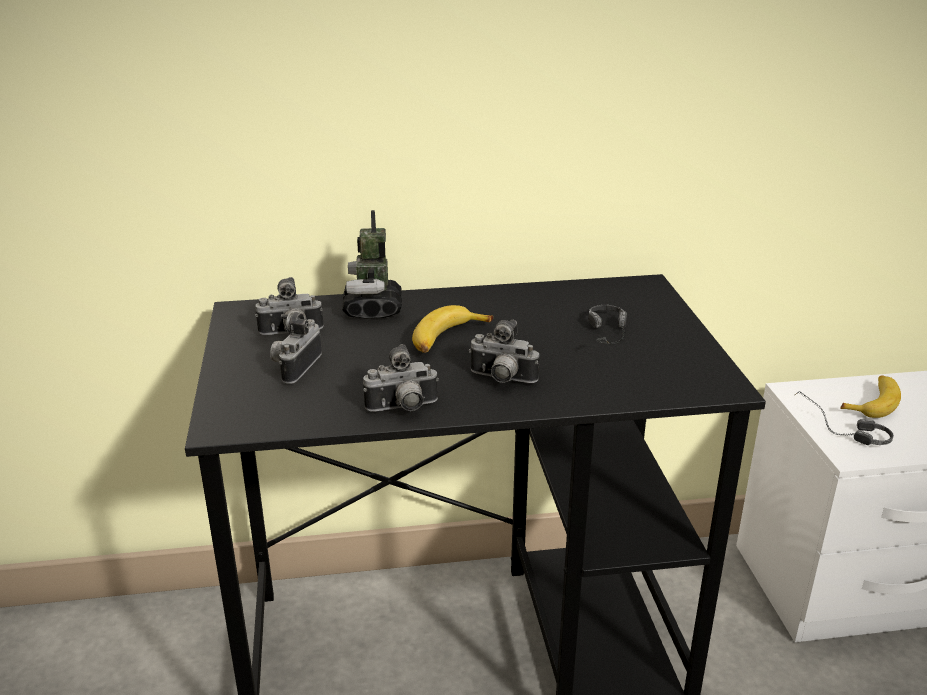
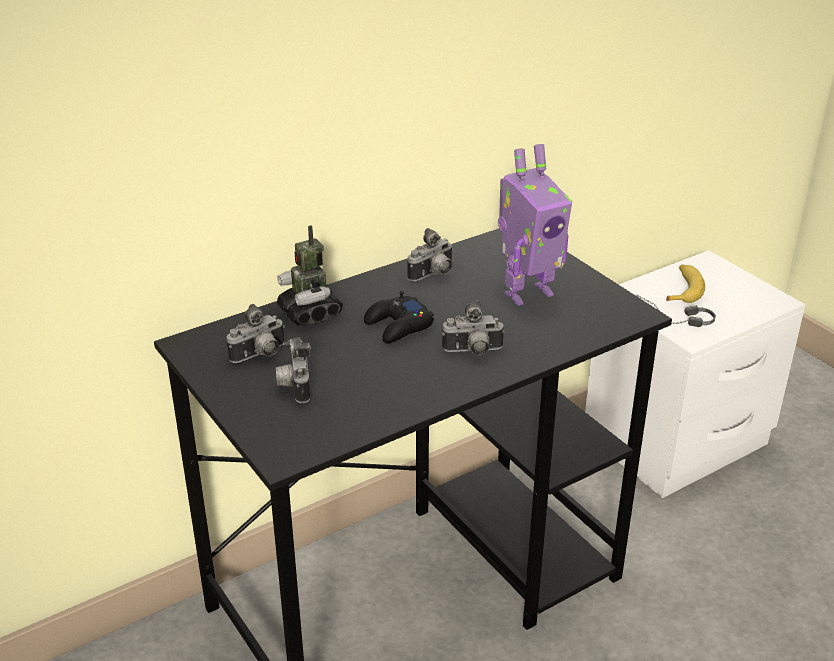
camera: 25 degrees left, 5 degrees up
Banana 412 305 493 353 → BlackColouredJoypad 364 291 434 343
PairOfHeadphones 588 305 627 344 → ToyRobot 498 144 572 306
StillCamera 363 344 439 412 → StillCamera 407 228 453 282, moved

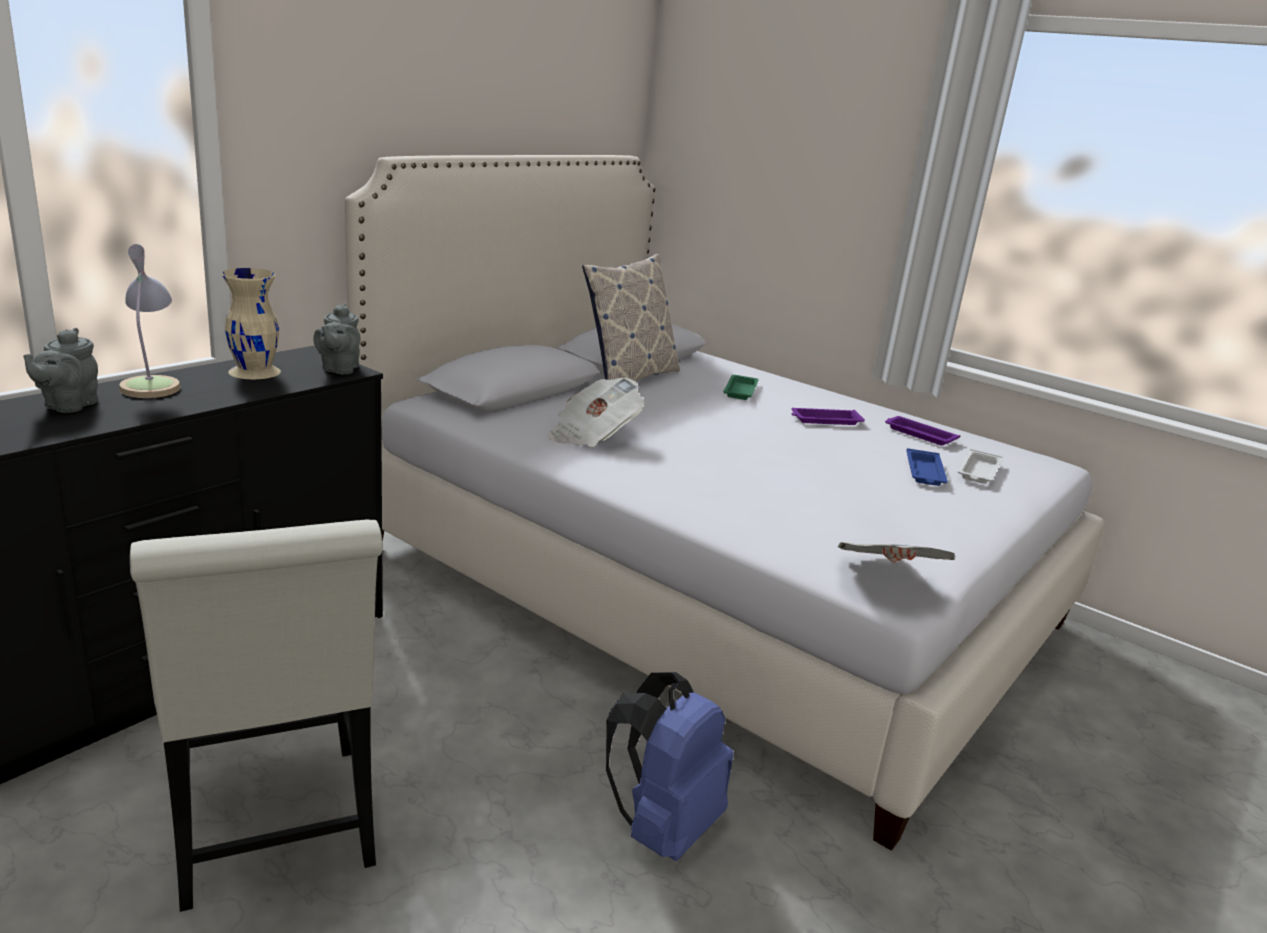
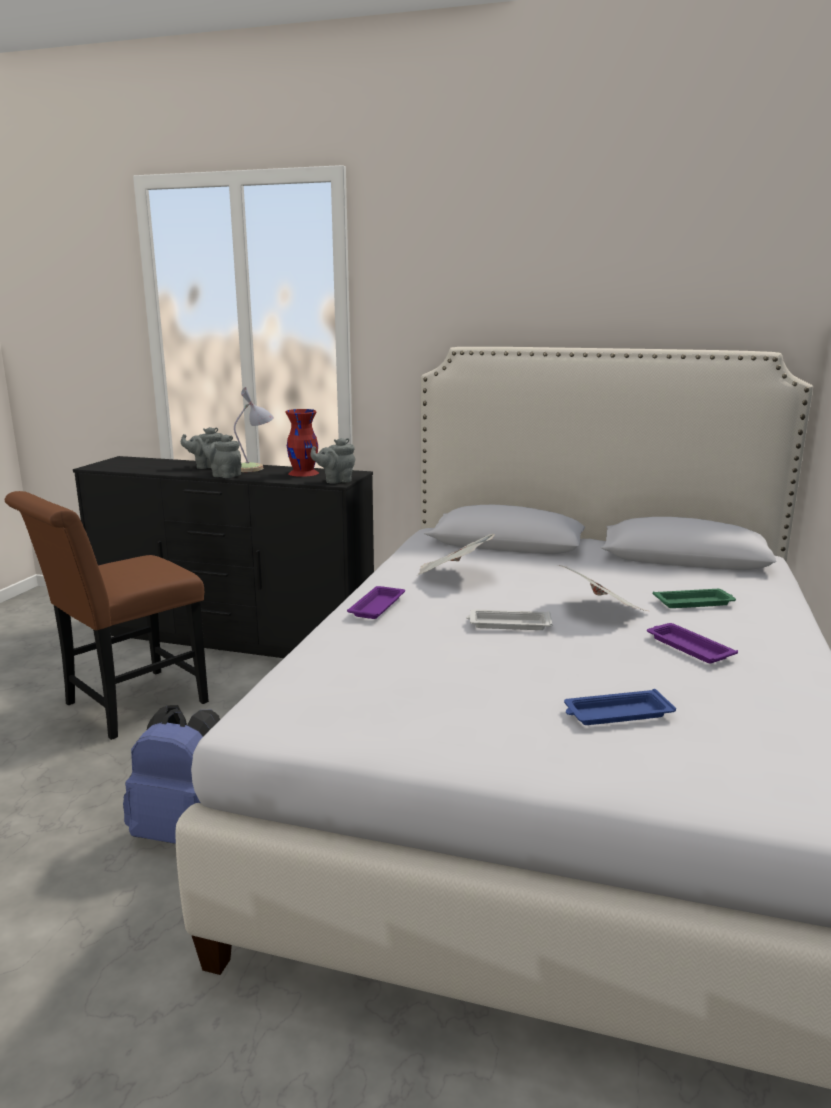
camera: 70 degrees right, 5 degrees down
Pillow 582 254 680 381 → -
BeigeColouredFlowerVase 222 268 281 379 → ReddishFlowerVase 285 409 319 477
PurpleTray 885 416 961 446 → PurpleTray 347 586 405 619, moved
WhiteTray 958 449 1003 484 → WhiteTray 466 609 553 630, moved
WhiteChair 130 519 383 912 → BrownChair 5 491 209 740
DailyPaper 838 542 955 563 → DailyPaper 558 565 648 611, moved
- → GreyTeaPot 202 434 242 478

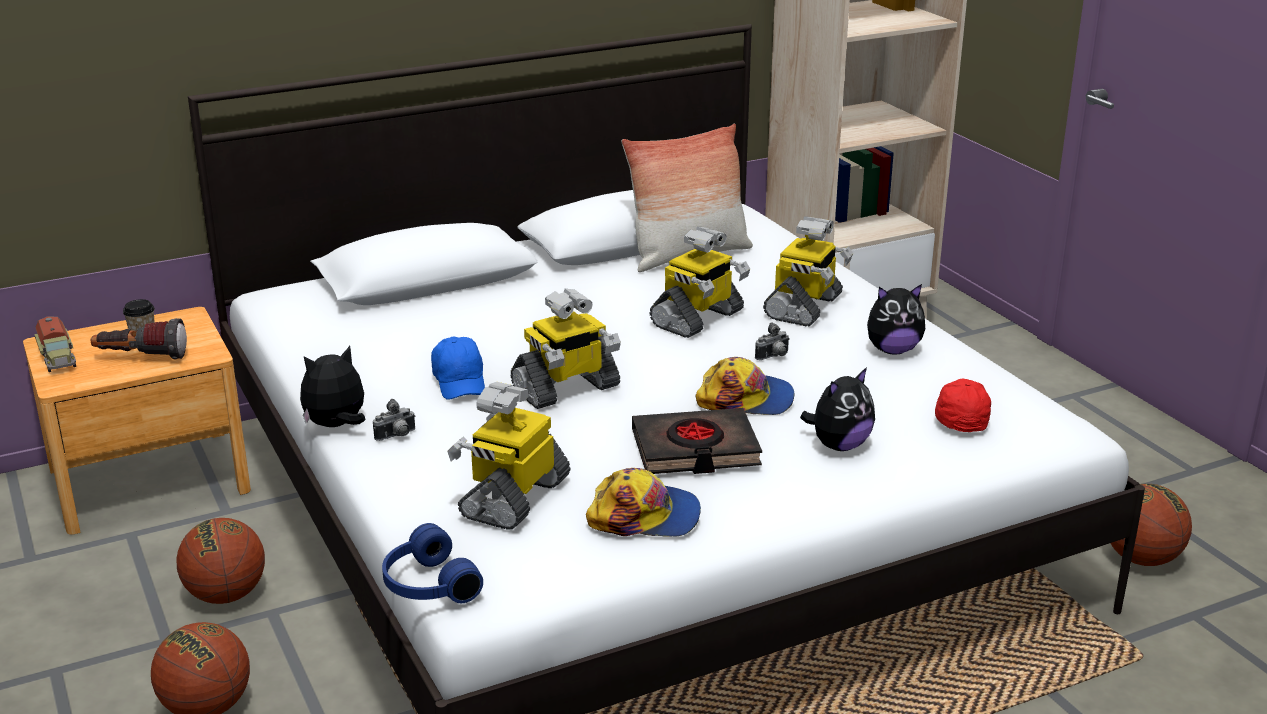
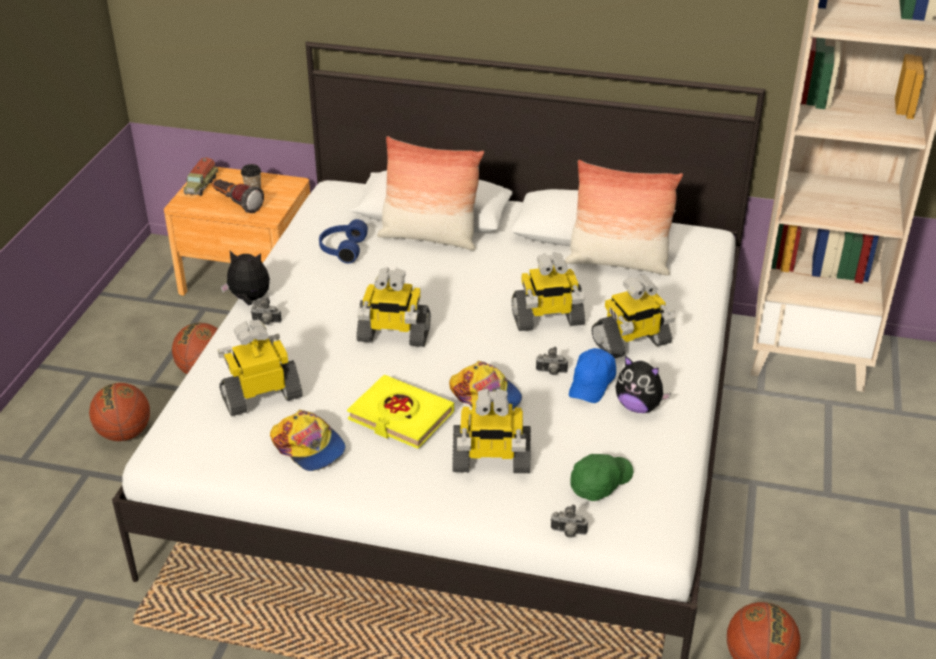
camera: 40 degrees right, 10 degrees up
BluePeakedCap 431 336 485 400 → BluePeakedCap 569 348 616 403, moved
PlushToy 800 367 875 451 → ToyRobot 452 389 531 473
ReddishPeakedCap 935 379 991 432 → GreenPeakedCap 570 454 633 501
BlackColouredBook 632 408 762 474 → YellowBook 347 375 454 449
BluePairOfHeadphones 382 523 483 603 → BluePairOfHeadphones 319 219 368 264, moved
- → Pillow 377 136 484 250
- → StillCamera 551 505 588 538

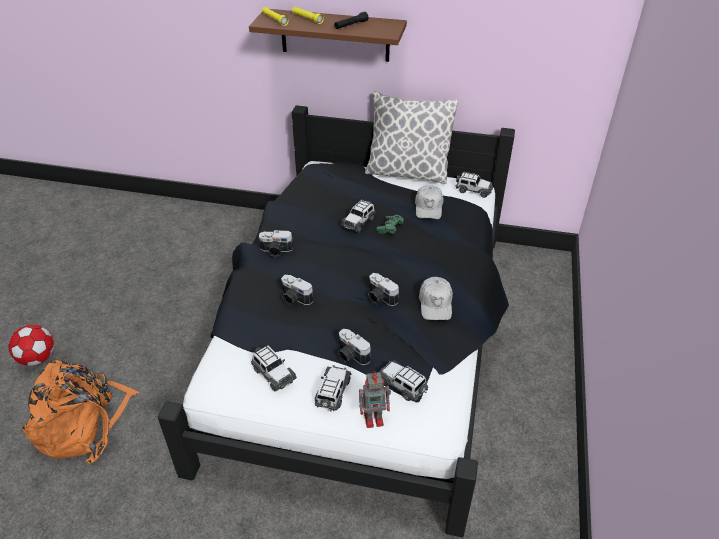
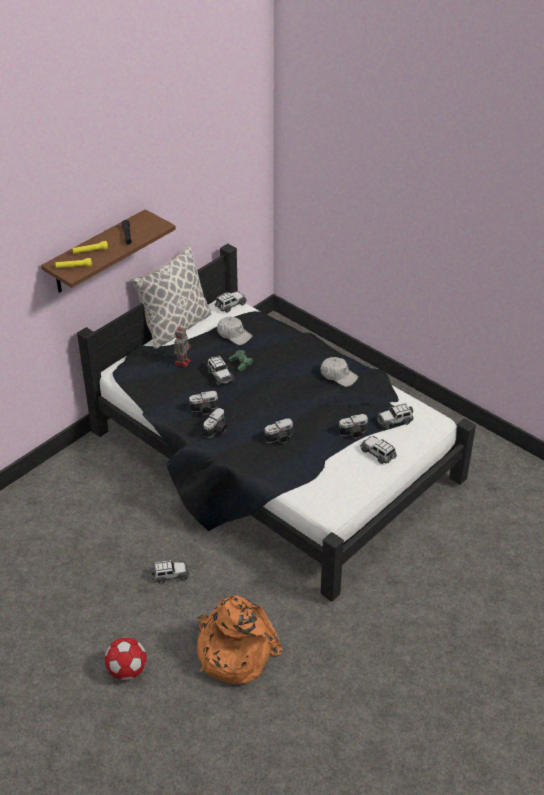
camera: 60 degrees left, 0 degrees up
StillCamera 368 273 399 306 → StillCamera 189 391 218 415, moved
ToyCar 251 345 297 391 → ToyCar 151 560 189 584, moved
ToyRobot 359 371 391 428 → ToyRobot 174 325 191 367, moved

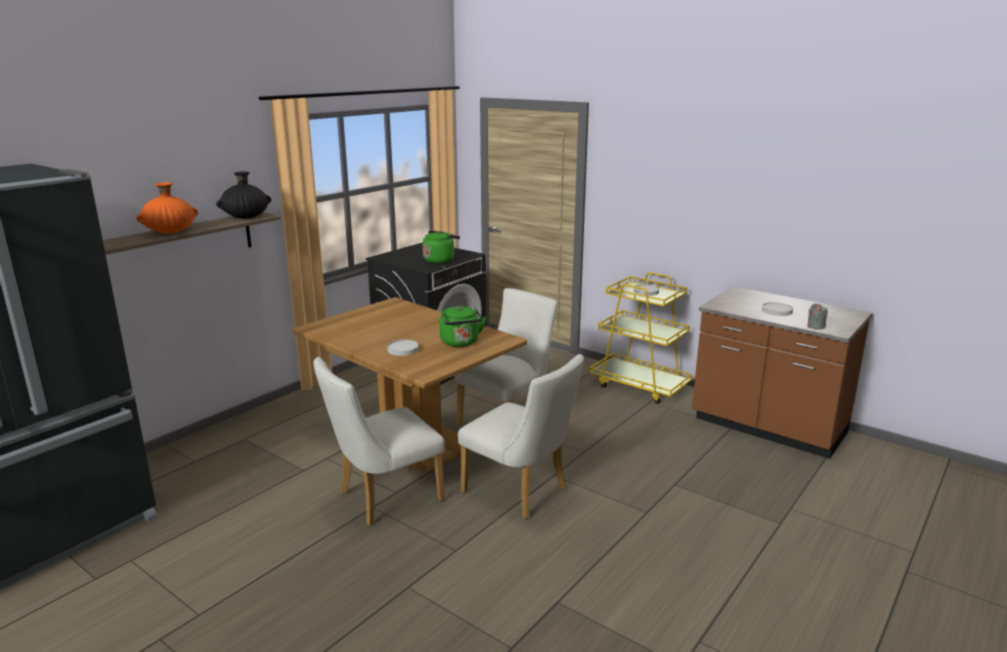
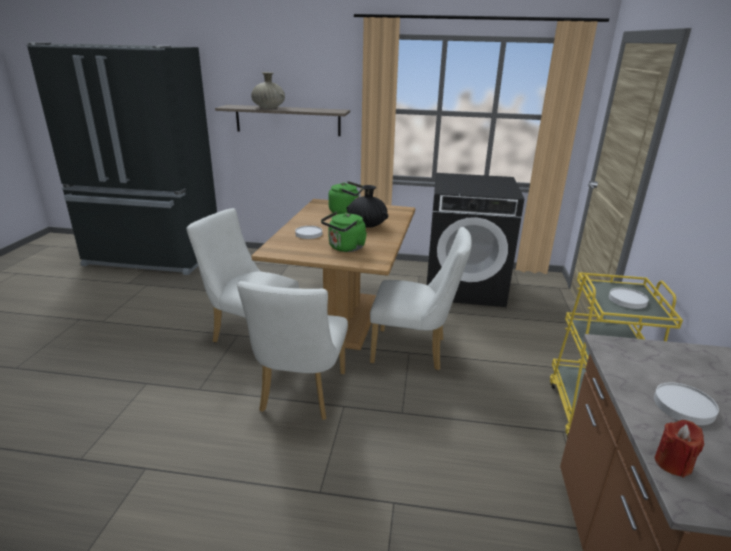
camera: 60 degrees right, 5 degrees up
BlackColouredFlowerVase 216 172 271 219 → BlackColouredFlowerVase 347 185 388 228, moved
OrangeyFlowerVase 136 182 198 234 → BeigeColouredFlowerVase 251 72 285 109
GreenWaterKettle 423 231 460 264 → GreenWaterKettle 328 181 363 214, moved
GreyWaxCandle 807 304 828 330 → ReddishWaxCandle 655 420 704 478

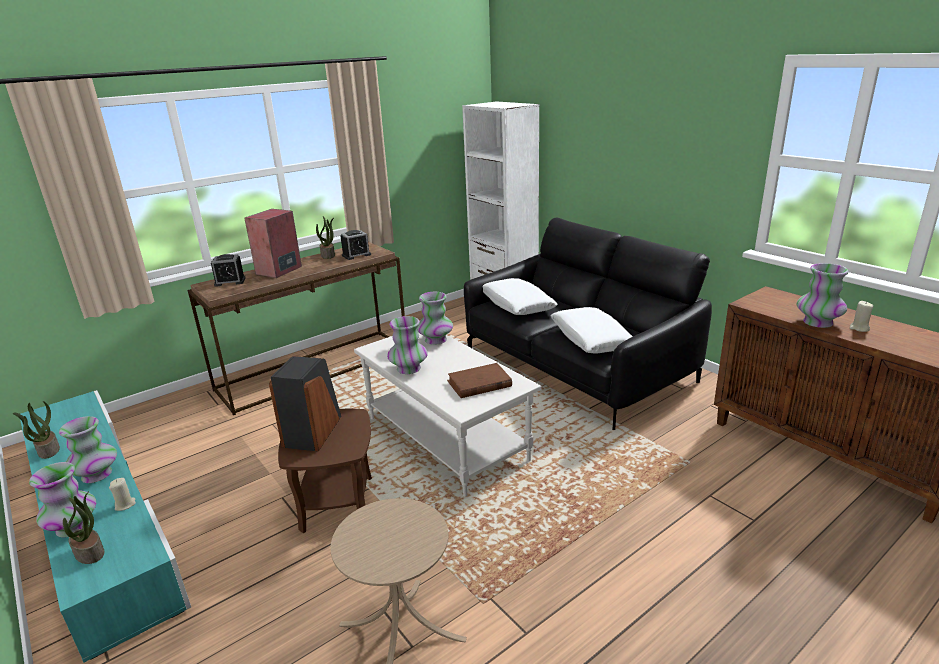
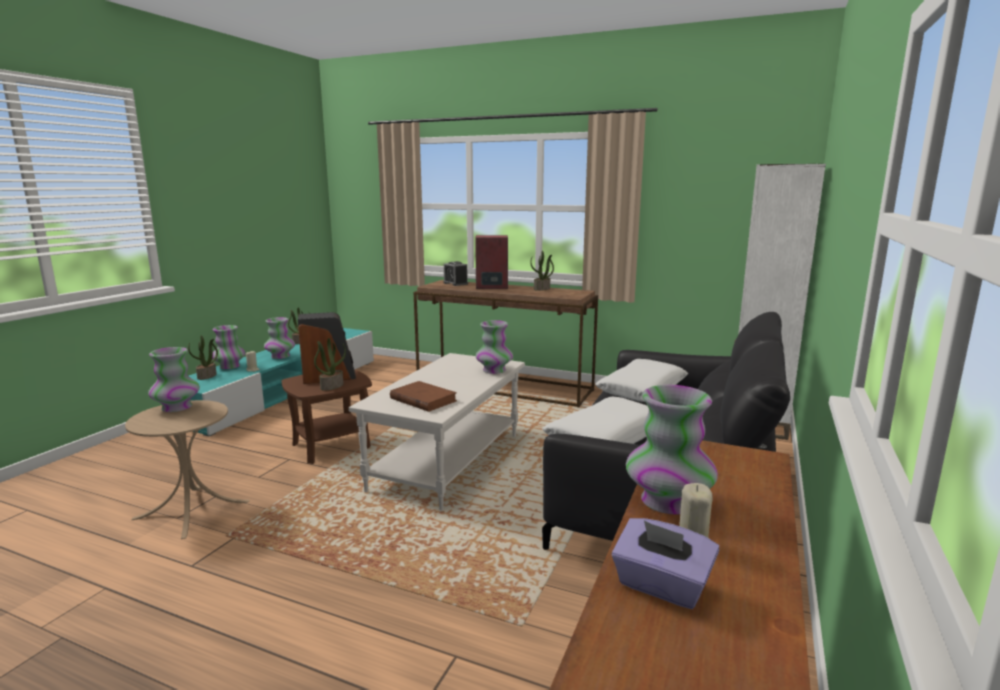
camera: 60 degrees right, 10 degrees down
AlarmClock 340 230 371 260 → -
FlowerVase 387 316 428 374 → FlowerVase 148 347 200 412, moved
- → PottedPlant 314 338 346 391
- → PurpleTissueBox 612 518 719 609

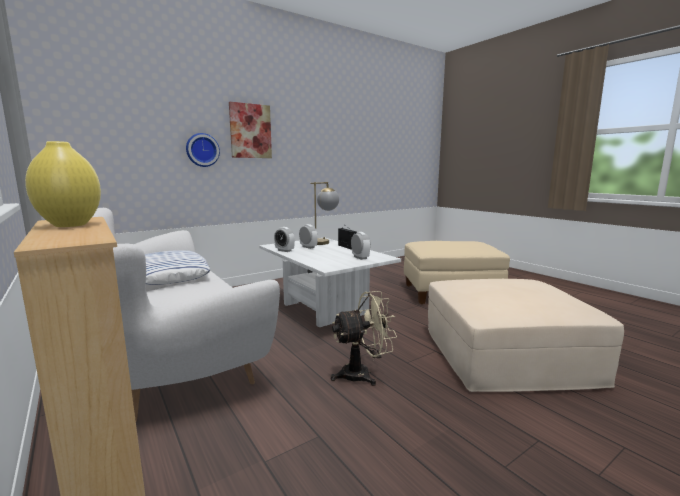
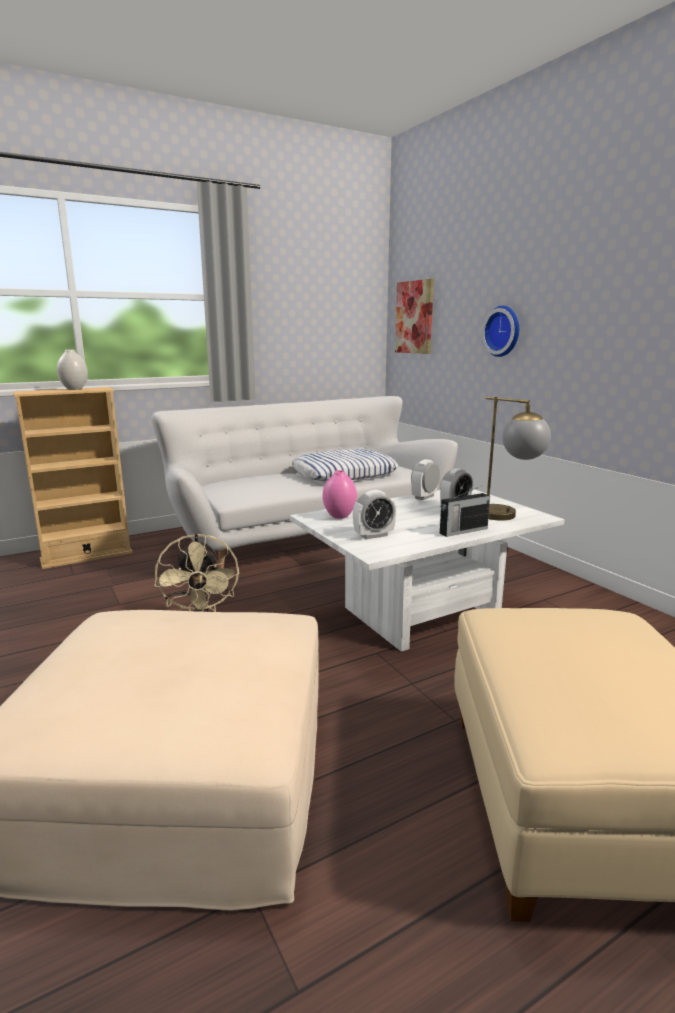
camera: 95 degrees right, 5 degrees up
Picture 229 102 272 158 → Picture 395 279 434 354, moved
YellowFlowerVase 25 141 101 227 → WhiteFlowerVase 57 350 88 390
- → PinkFlowerVase 323 470 357 519

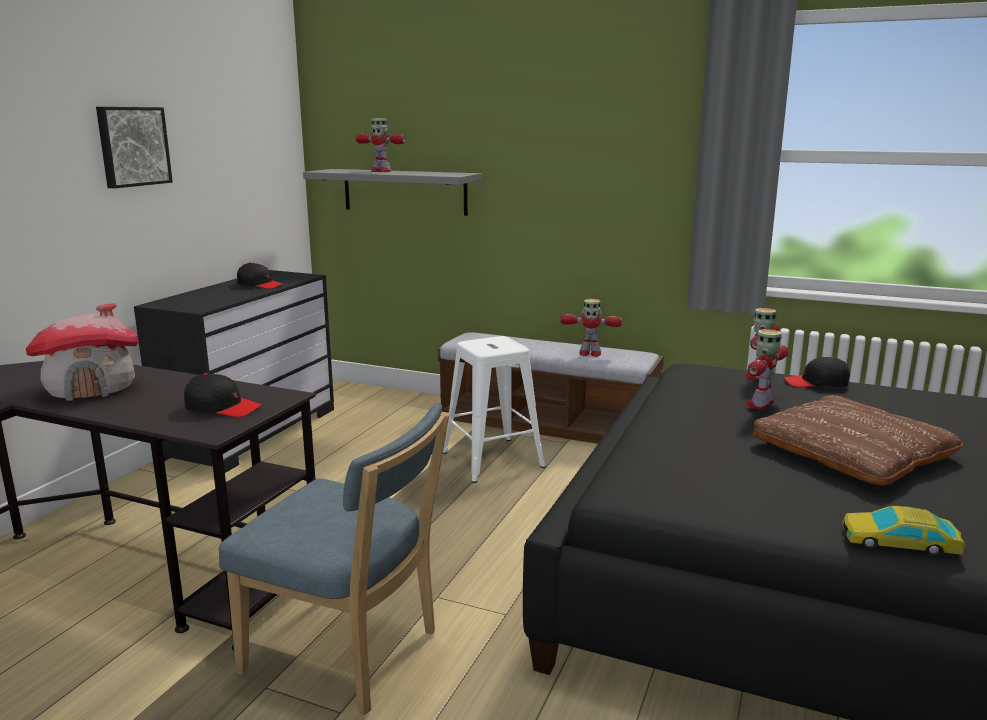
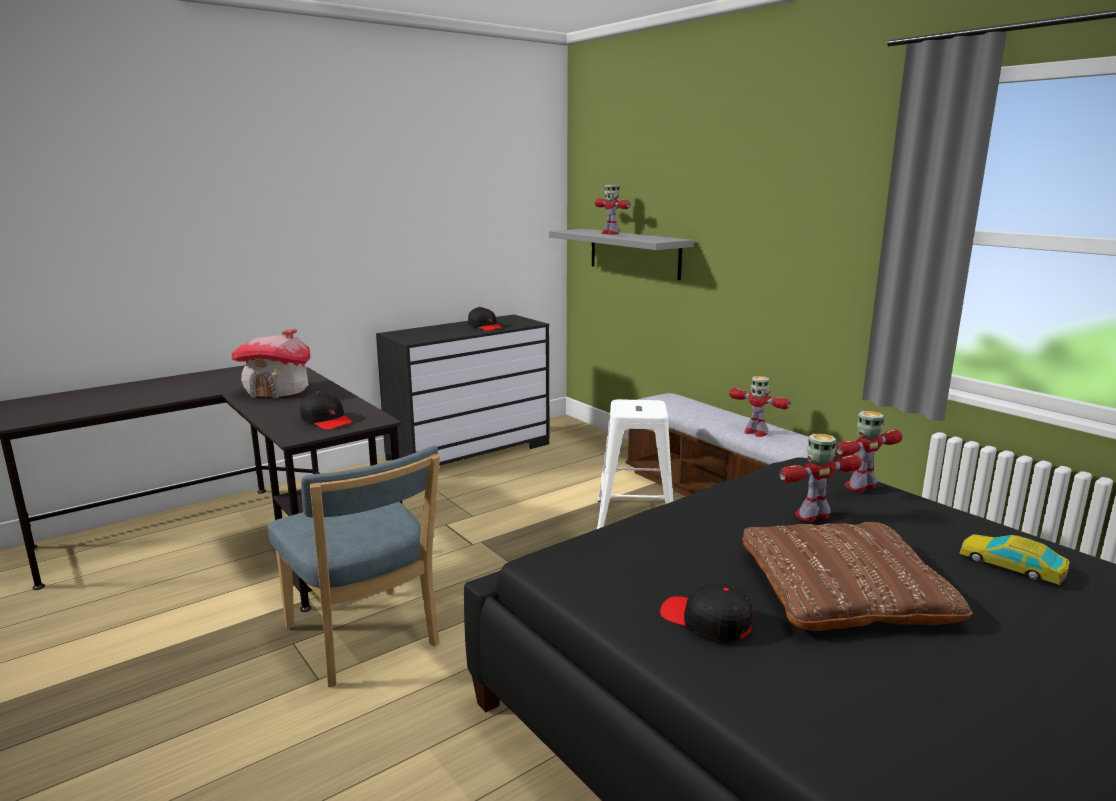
camera: 30 degrees right, 0 degrees up
Picture 96 107 173 188 → -
BlackColouredPeakedCap 784 357 850 388 → BlackColouredPeakedCap 660 583 753 641, moved
ToyCar 842 506 966 556 → ToyCar 959 534 1070 585, moved

